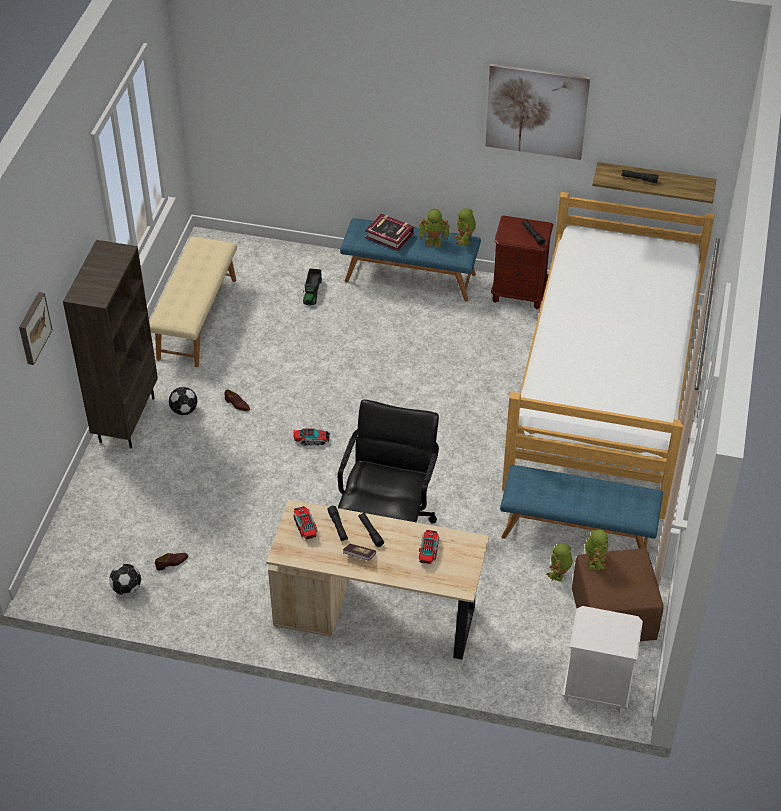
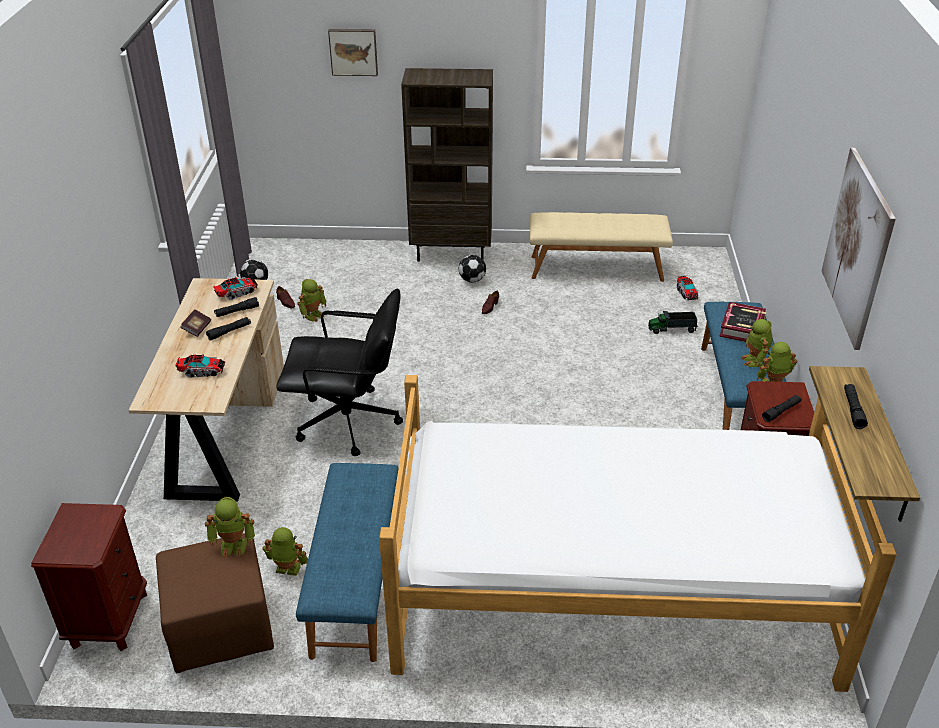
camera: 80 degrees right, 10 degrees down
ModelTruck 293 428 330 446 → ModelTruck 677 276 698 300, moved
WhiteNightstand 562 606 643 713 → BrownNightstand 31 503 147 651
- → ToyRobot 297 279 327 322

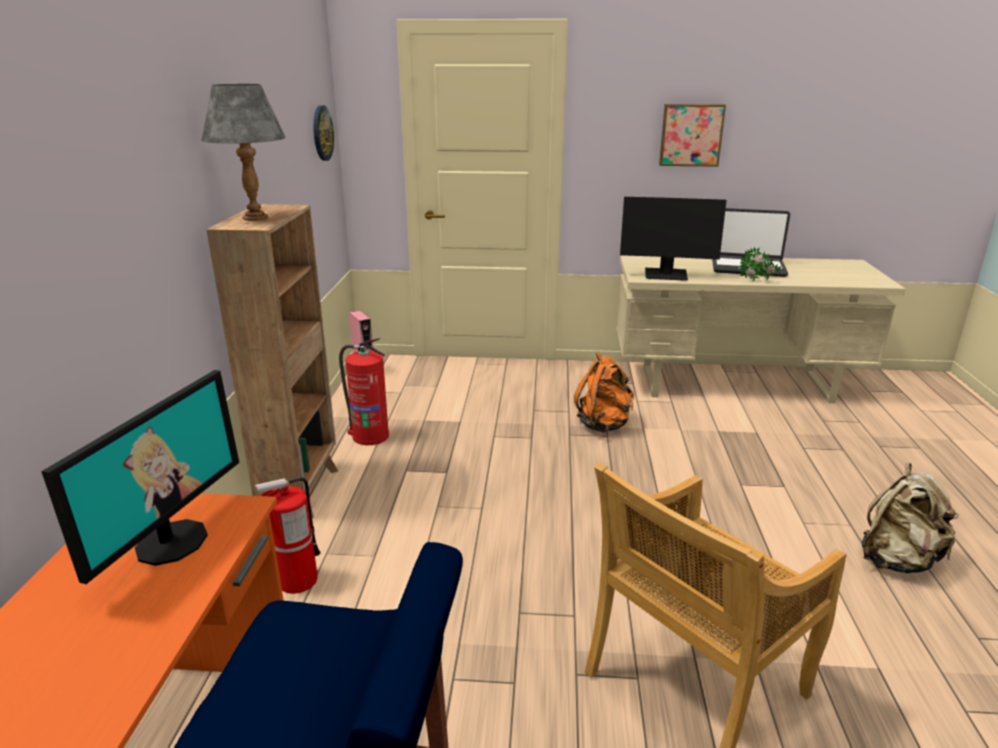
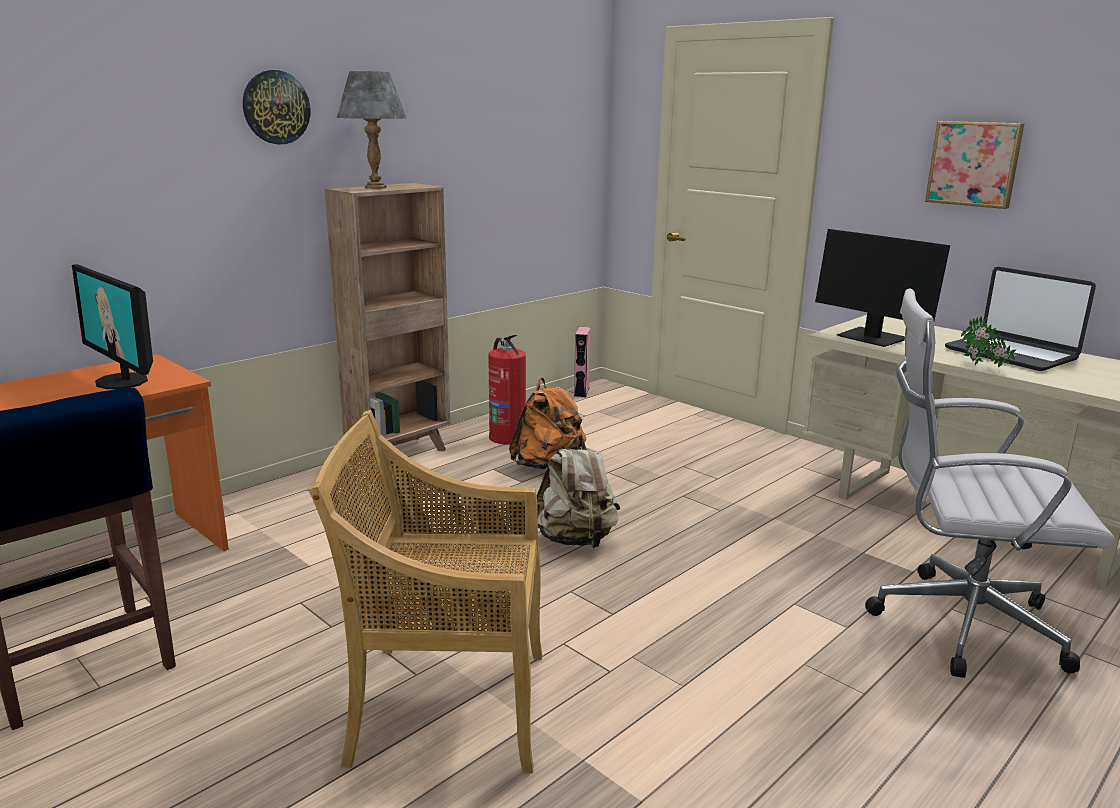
camera: 40 degrees right, 5 degrees down
ClockOnTheWall 314 105 334 161 → ClockOnTheWall 243 70 310 144, moved
OrangeyBackpack 574 352 634 432 → OrangeyBackpack 509 378 586 469, moved
Monitor 41 370 239 584 → Monitor 72 264 153 389, 75 degrees clockwise
BeigeColouredBackpack 862 463 959 573 → BeigeColouredBackpack 537 436 620 548, moved
FireExtinguisher 254 477 321 594 → -
- → WhiteOfficeChair 865 289 1115 678

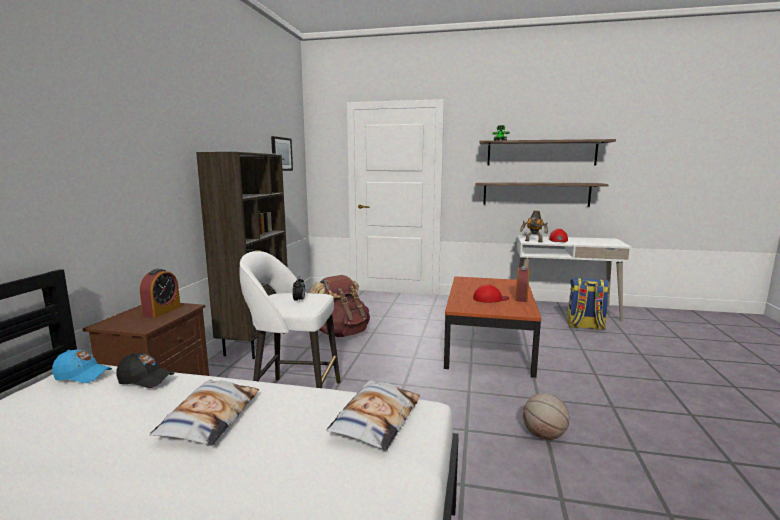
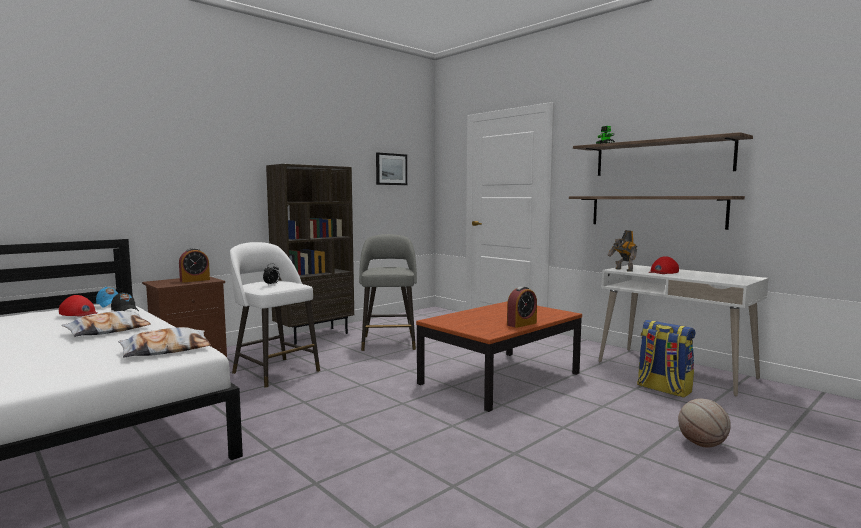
camera: 35 degrees right, 5 degrees down
BrownBackpack 310 275 370 337 → GreyStoolSeat 359 234 417 351
ReddishPeakedCap 473 284 509 302 → ReddishPeakedCap 59 295 97 317, moved
BallForBasketball 523 393 570 440 → BallForBasketball 678 399 731 448, moved

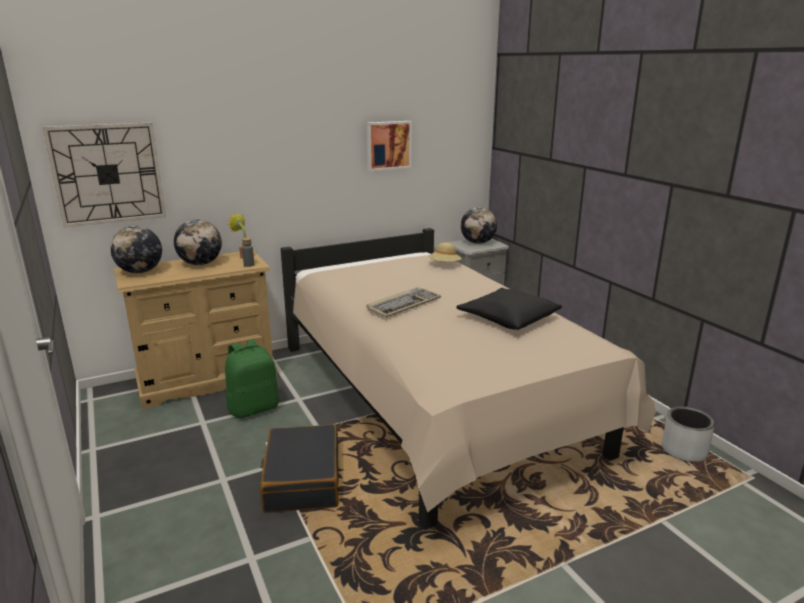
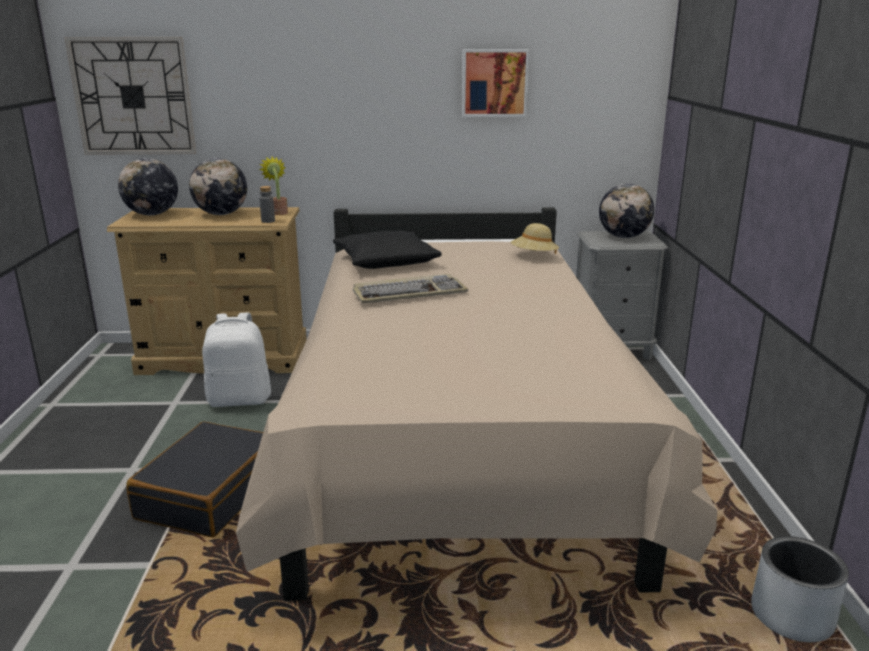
camera: 25 degrees right, 0 degrees up
BlackColouredPillow 456 288 562 330 → BlackColouredPillow 333 231 442 269, moved
GreenBackpack 225 339 279 418 → WhiteBackpack 202 313 271 407

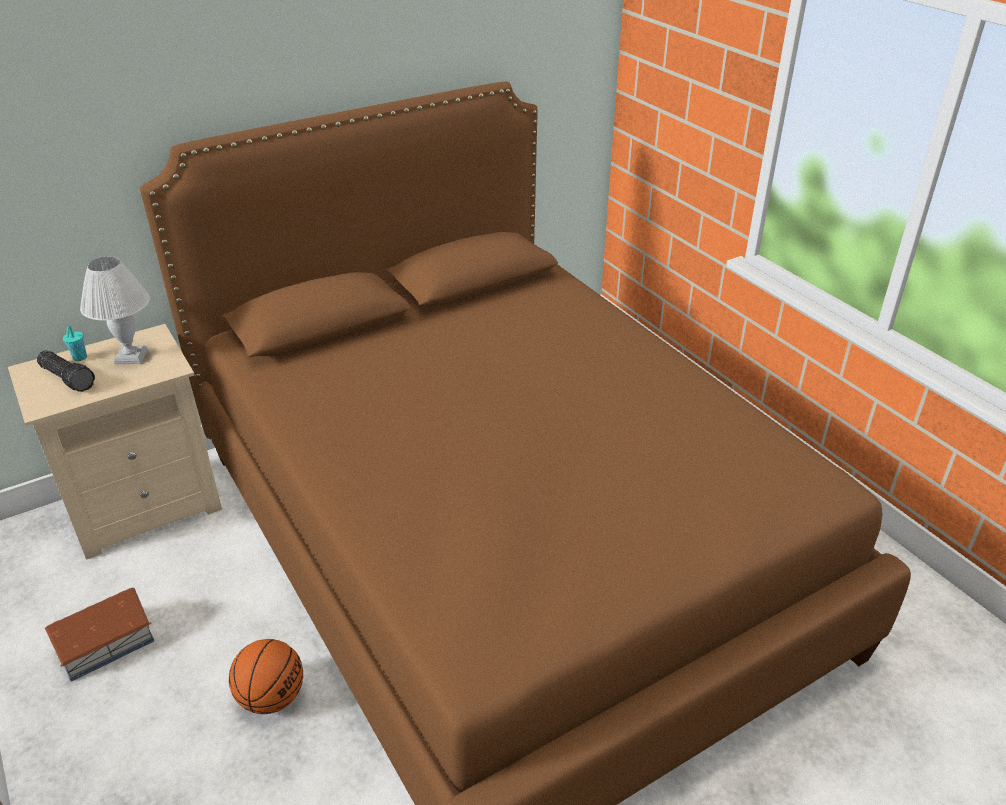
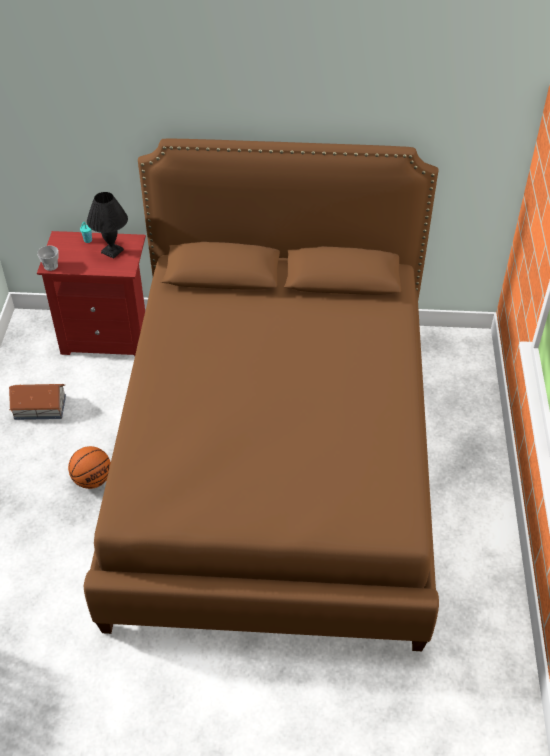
camera: 35 degrees right, 10 degrees up
WhiteTableLamp 80 257 150 364 → BlackColouredTableLamp 87 192 128 259
BeigeColouredNightstand 8 324 222 560 → ReddishNightstand 37 231 146 356
Torch 37 351 95 392 → -
- → Cup 37 245 59 271

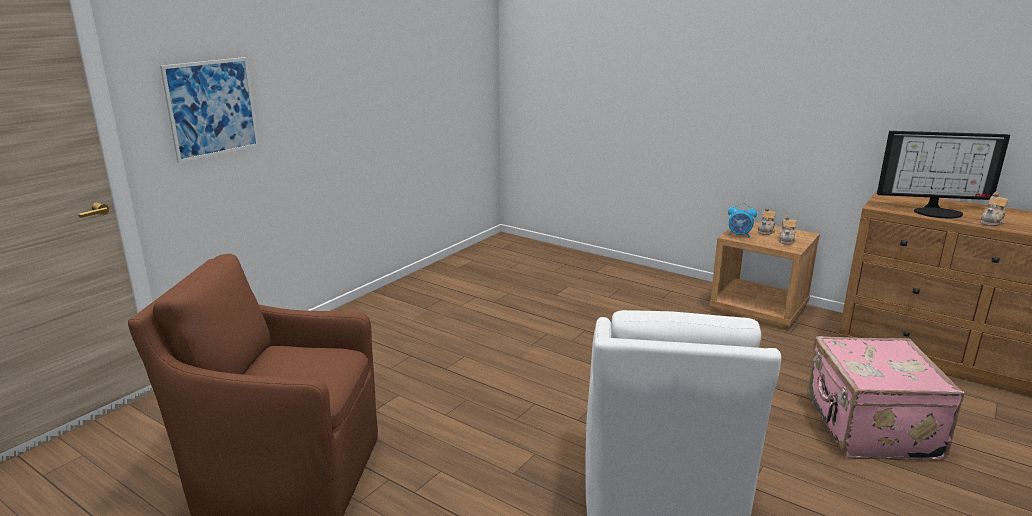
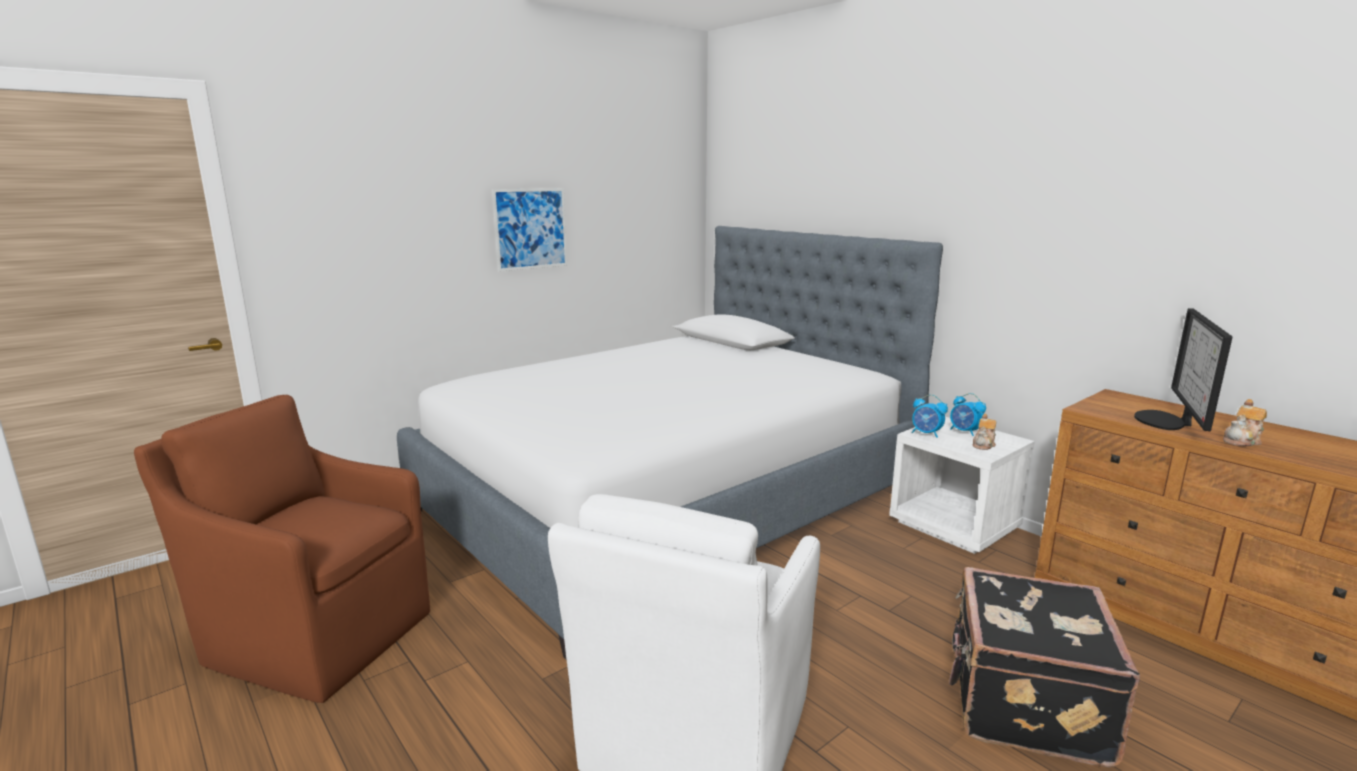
camera: 15 degrees right, 5 degrees down
Picture 160 57 259 163 → Picture 492 188 567 272, moved
Monitor 877 131 1010 219 → Monitor 1134 308 1232 431, 90 degrees clockwise
TeaPot 758 207 776 235 → AlarmClock 950 393 986 436
BrownNightstand 710 222 820 328 → WhiteNightstand 889 417 1035 554
PinkSuitcase 807 336 964 461 → BlackColouredSuitcase 949 567 1140 767
- → BedroomBed 397 226 943 659

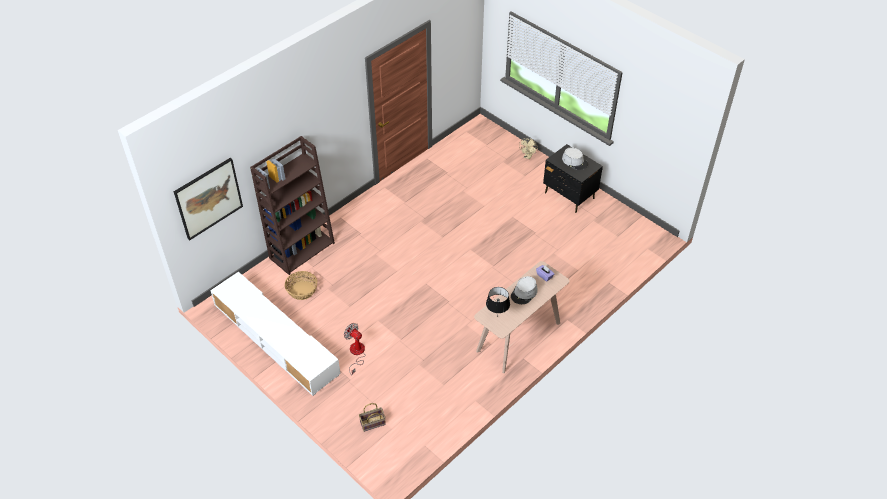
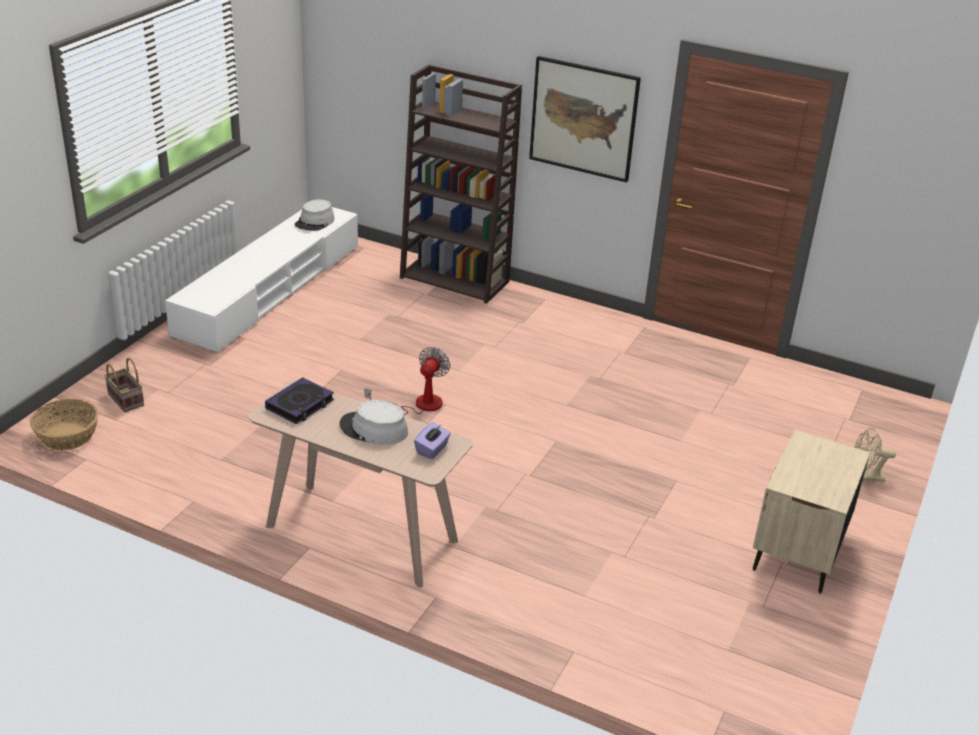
camera: 70 degrees right, 15 degrees down
BlackColouredNightstand 543 144 603 213 → BeigeColouredNightstand 753 430 870 594
GreyClothingHat 562 147 588 170 → GreyClothingHat 295 199 335 230, moved
Picture 174 158 243 241 → Picture 529 56 641 183, moved
HouseholdBasket 285 271 317 300 → HouseholdBasket 30 399 98 451, moved
BlackColouredTableLamp 486 287 510 315 → Book 265 377 334 424
Fan 344 323 366 374 → Fan 365 347 450 415, moved

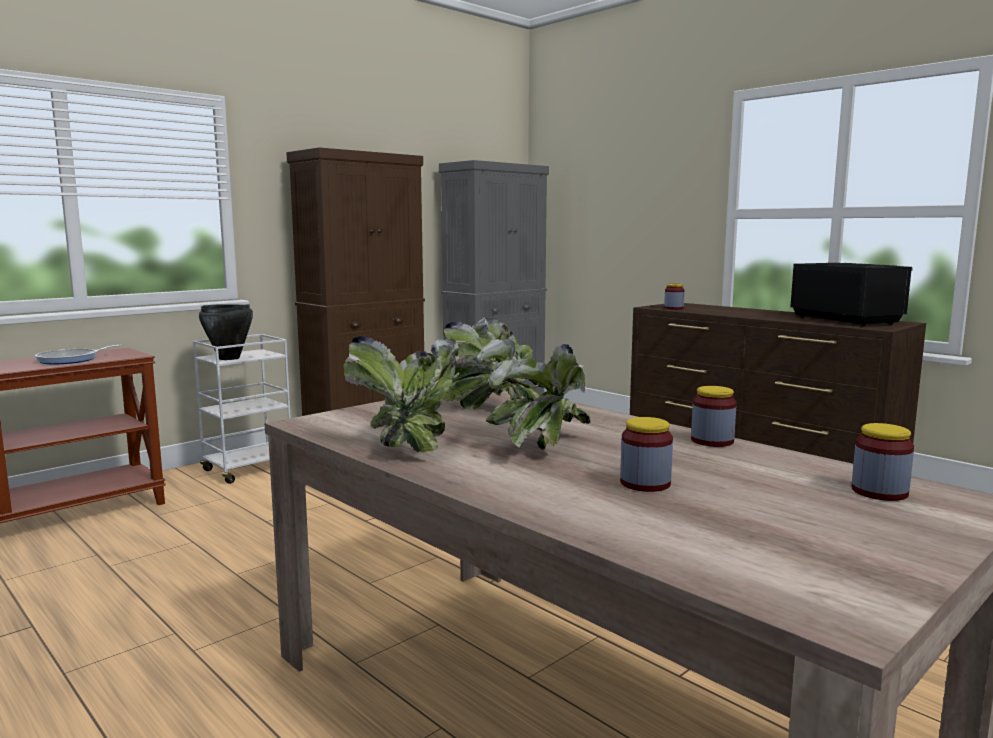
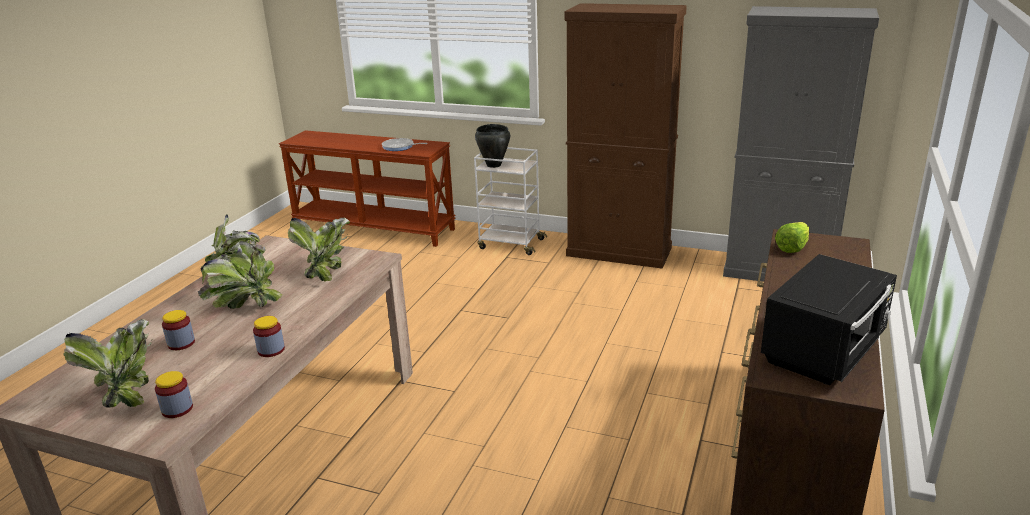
camera: 65 degrees right, 15 degrees up
Jar 664 284 685 310 → HeadOfLettuce 775 222 809 253
- → PottedPlant 64 319 152 408

